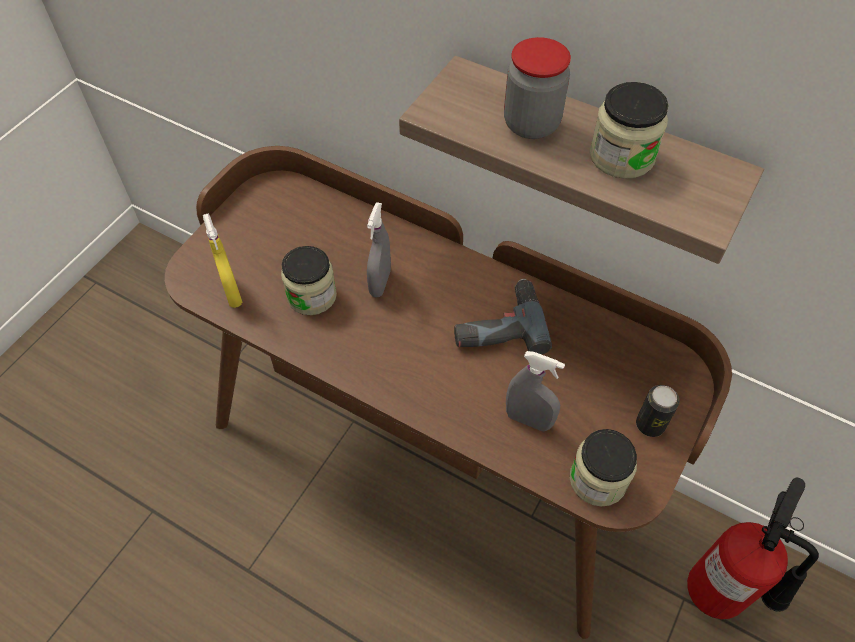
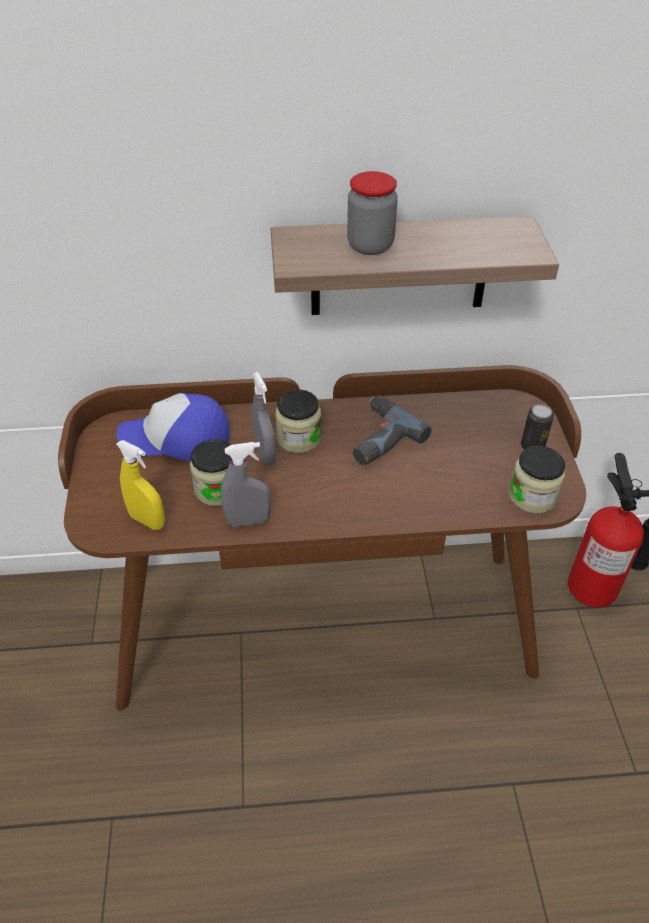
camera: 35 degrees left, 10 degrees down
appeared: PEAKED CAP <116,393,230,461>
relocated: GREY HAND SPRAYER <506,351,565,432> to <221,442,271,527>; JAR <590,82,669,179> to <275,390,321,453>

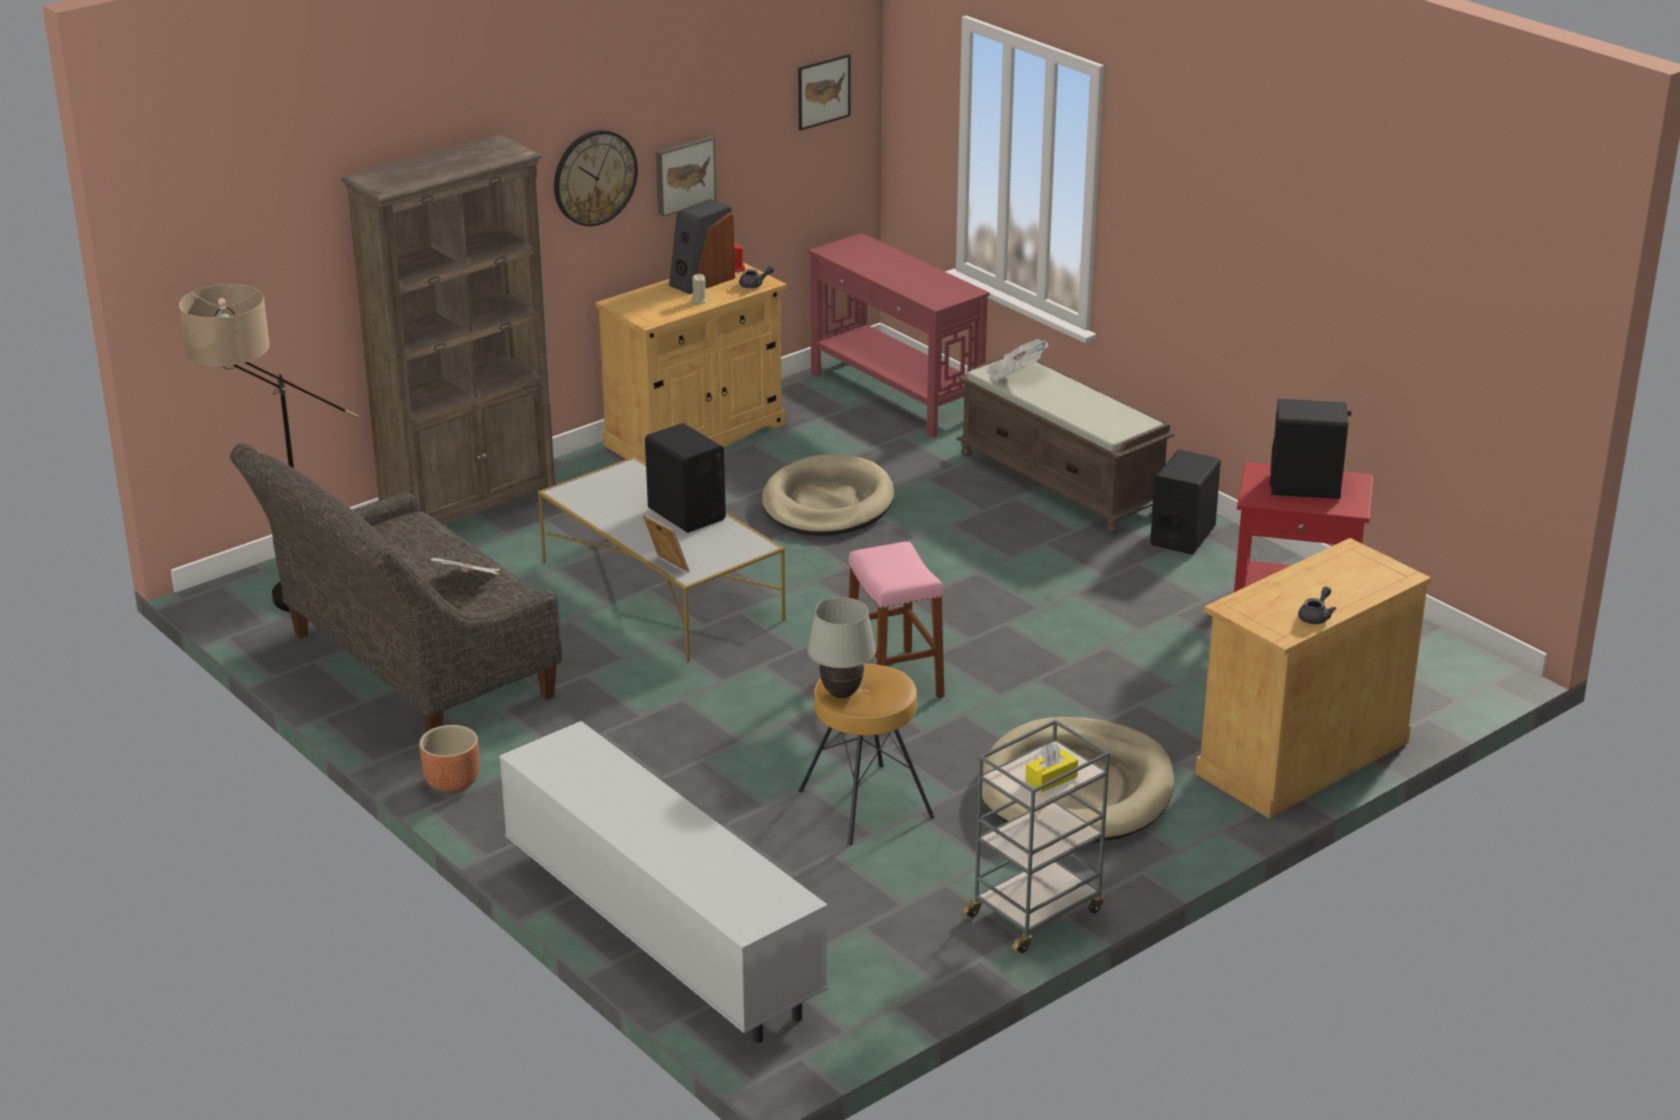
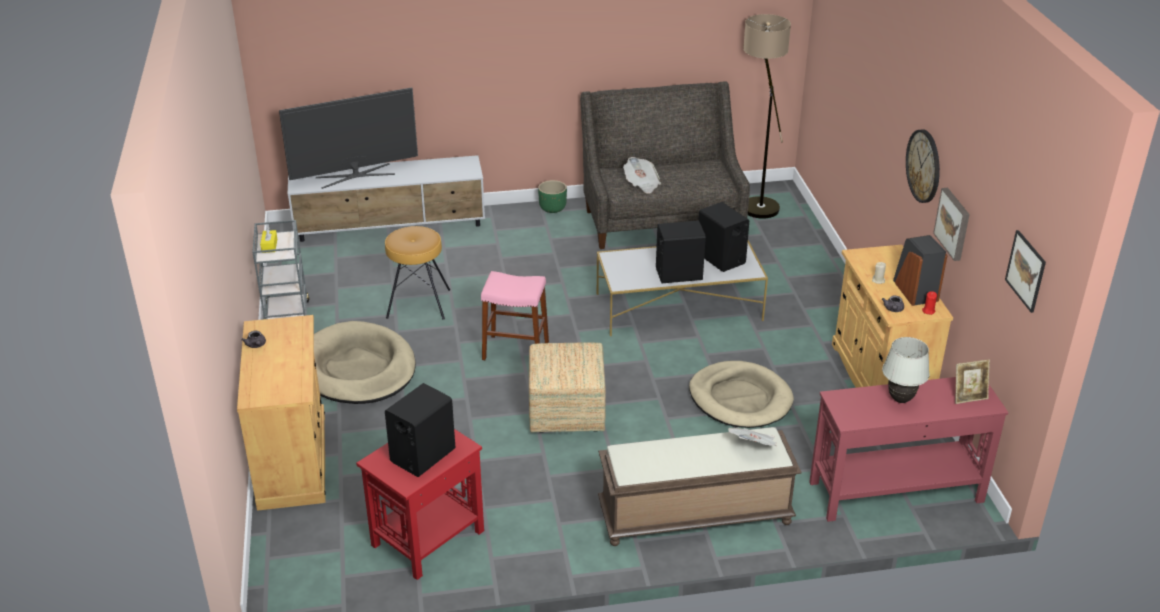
camera: 120 degrees right, 5 degrees up
missing: BROWN-COLOURED SHELVING UNIT <341,134,556,525>
appeared: TV <279,88,418,189>; POUFFE <529,343,606,433>
relocated: BLACK LOUDSPEAKER <1150,449,1221,555> to <698,202,749,272>; WHITISH TABLE LAMP <807,597,876,698> to <882,337,930,403>; STANDING FRAME <643,514,689,572> to <955,360,990,404>
colour: BROWN-COLOURED FLOWER POT <419,725,479,793> to GREENISH FLOWER POT <538,180,567,213>

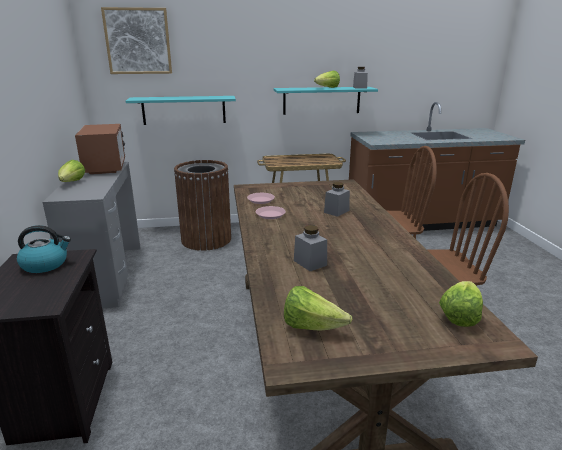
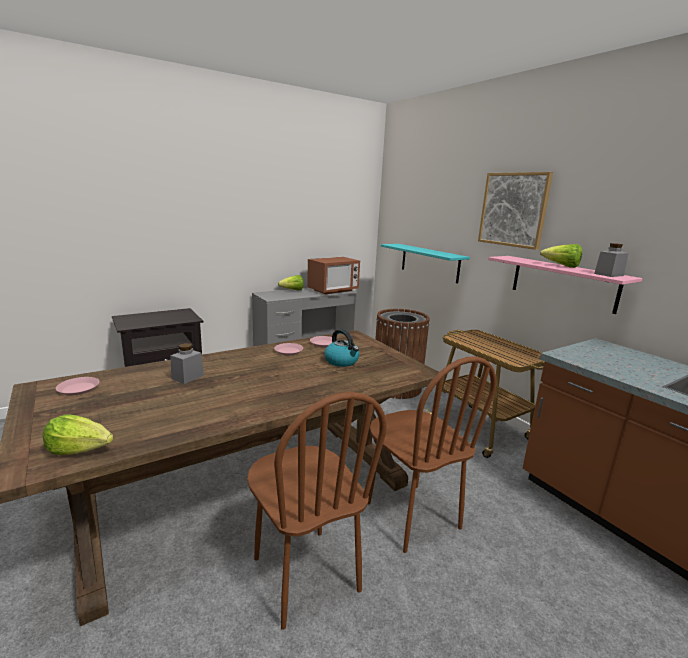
camera: 65 degrees right, 5 degrees down
missing: GREY JAR <324,182,350,217>
relocated: KETTLE <17,225,71,273> to <324,329,359,367>; WALL PICTURE <101,7,172,74> to <478,172,553,250>
exchanged: LETTUCE HEAD <284,286,352,331> to PINK DINNER PLATE <56,377,99,395>
colour: TURQUOISE WALL SHELF <274,87,378,115> to PINK WALL SHELF <488,256,642,314>

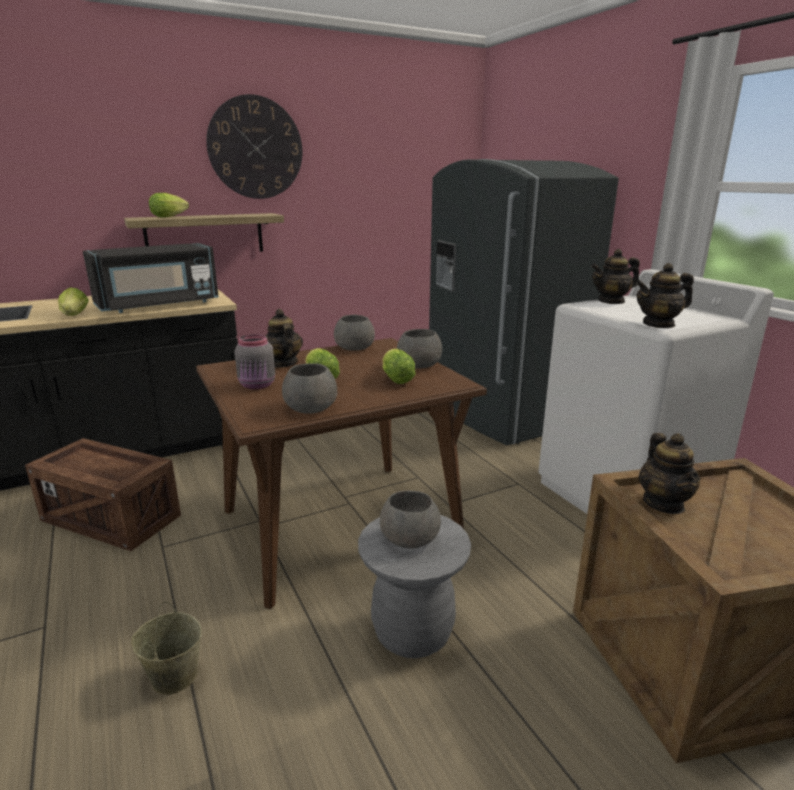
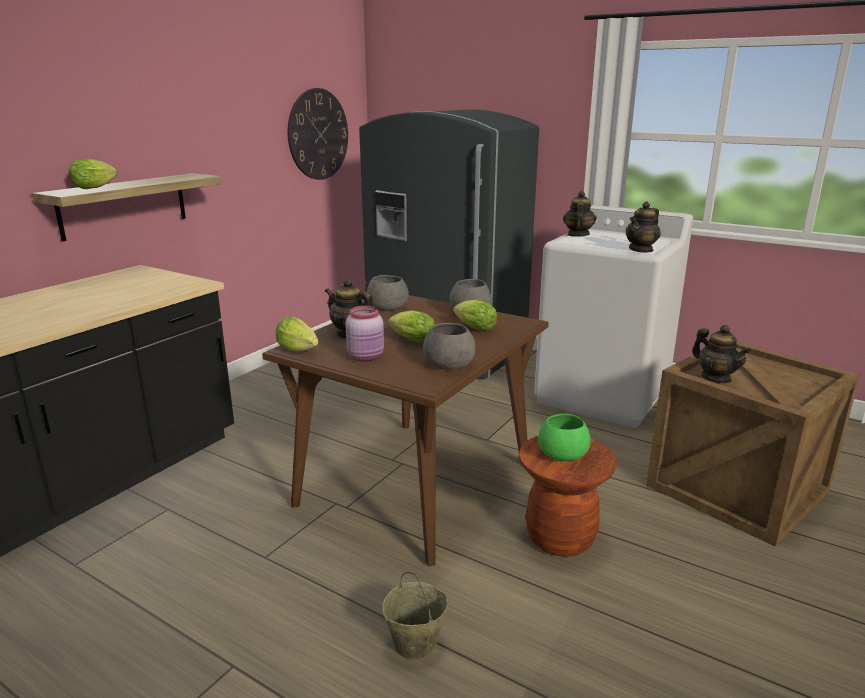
camera: 30 degrees left, 0 degrees up
missing: SHIPPING CRATE <25,438,181,551>; BLACK MICROWAVE <83,243,219,313>
relocated: LETTUCE HEAD <58,288,89,316> to <276,317,319,352>; HANGING CLOCK <206,94,302,199> to <288,88,348,180>
colour: GREY JAR <235,334,275,390> to PINK JAR <345,306,384,362>; GREY SITTING STOOL <358,515,471,658> to BROWN-COLOURED SITTING STOOL <519,436,617,557>; GREY BOWL <380,491,441,549> to GREENISH BOWL <538,414,591,462>
spun: TEAPOT <591,249,640,304> = <563,191,597,237> 150 degrees clockwise

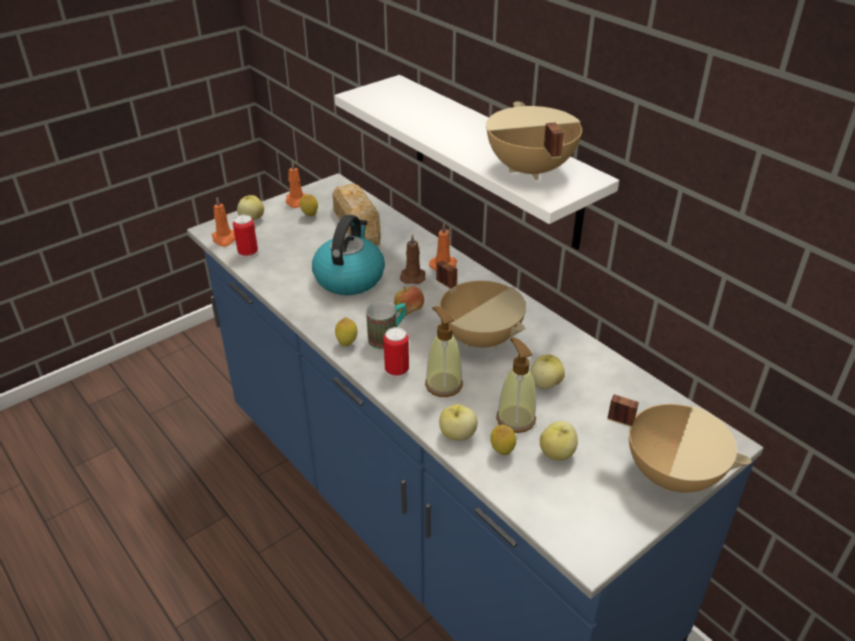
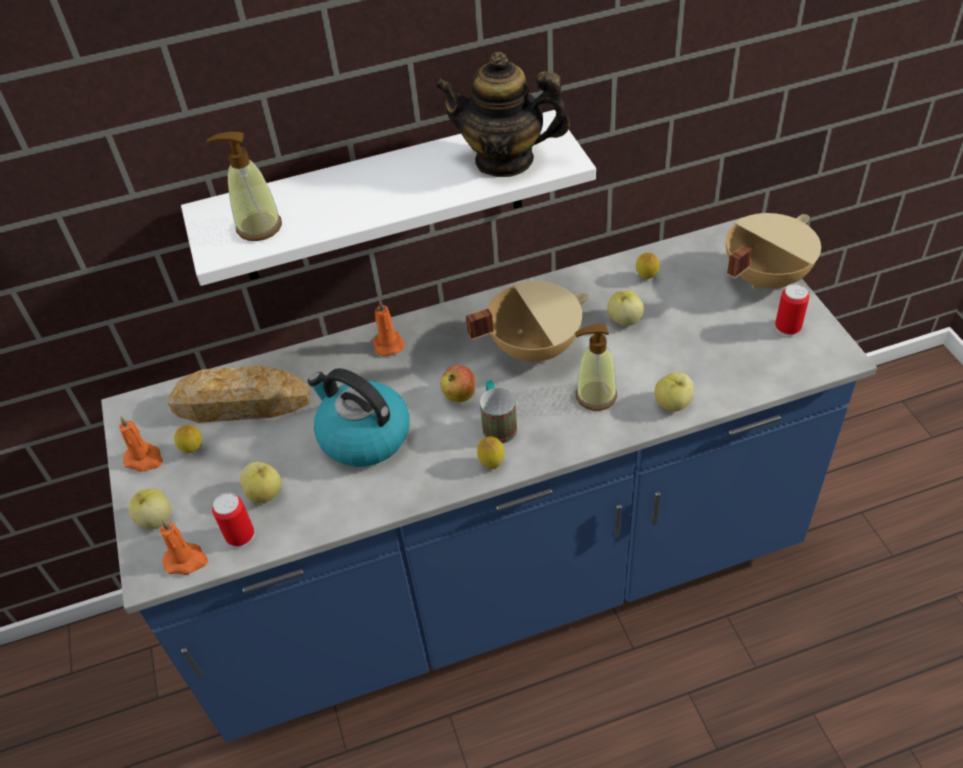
camera: 65 degrees left, 10 degrees up
missing: BROWN-COLOURED WAX CANDLE <400,234,426,284>
relocated: SOAP DISPENSER <496,338,536,433> to <206,132,282,241>; APPLE FRUIT <540,421,578,461> to <240,461,282,503>; WHOLE LEMON <490,425,517,455> to <636,253,660,279>; METAL CAN <384,327,409,378> to <775,283,809,337>
exchanged: BEIGE-COLOURED STOCKPOT <486,101,582,180> to TEAPOT <435,52,570,177>

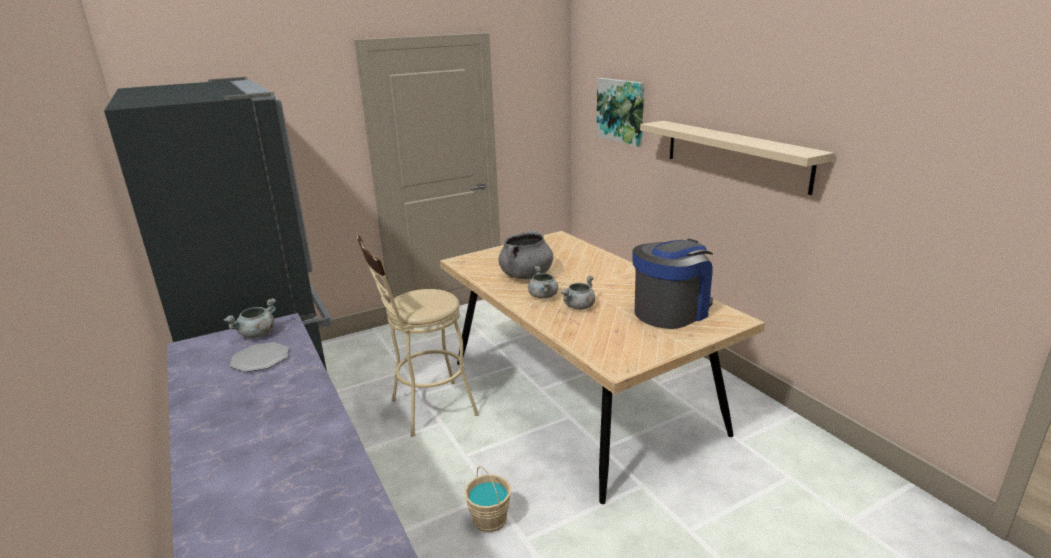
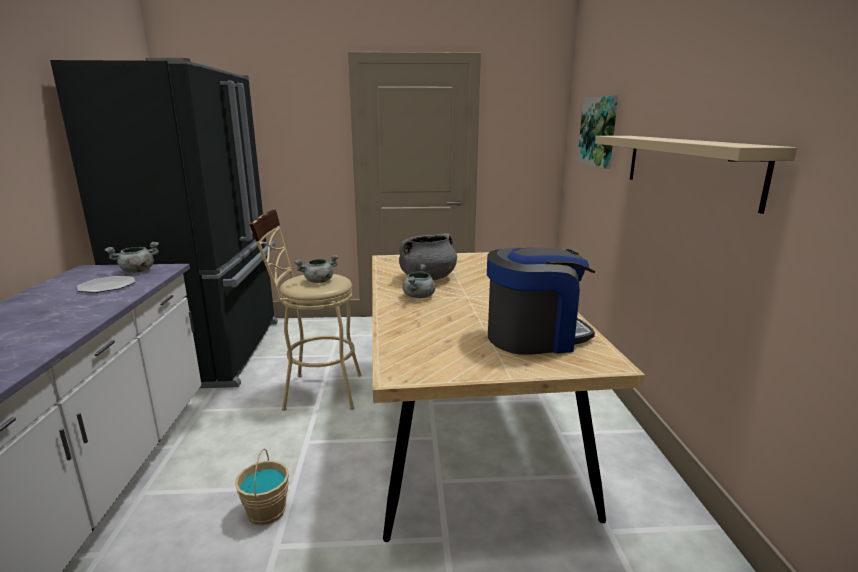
camera: 25 degrees right, 5 degrees down
relocated: GREY STOCKPOT <561,276,595,310> to <294,255,338,283>

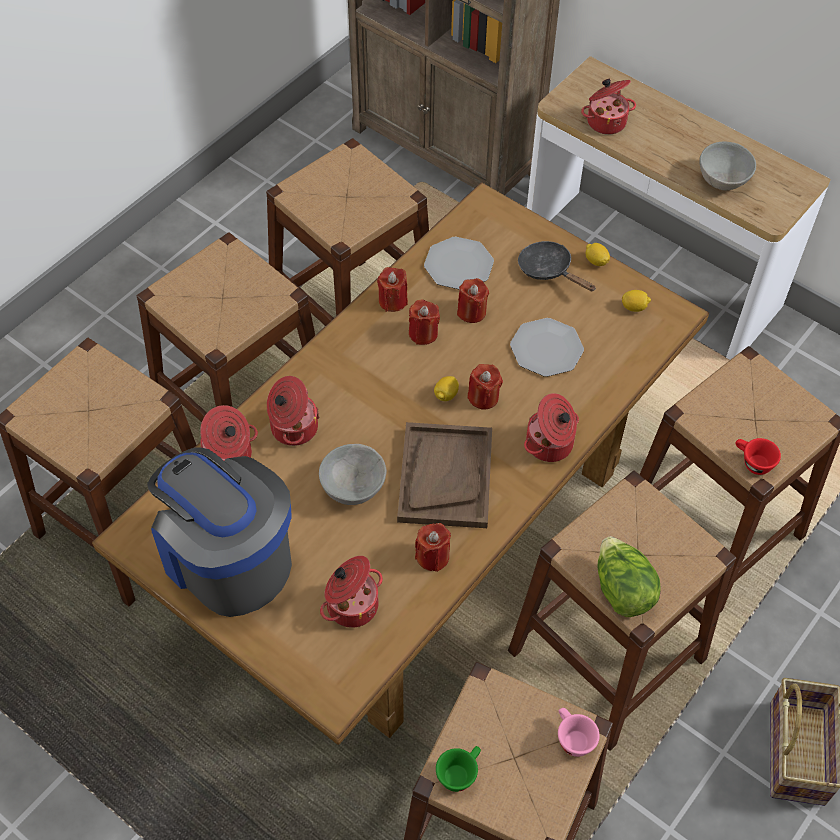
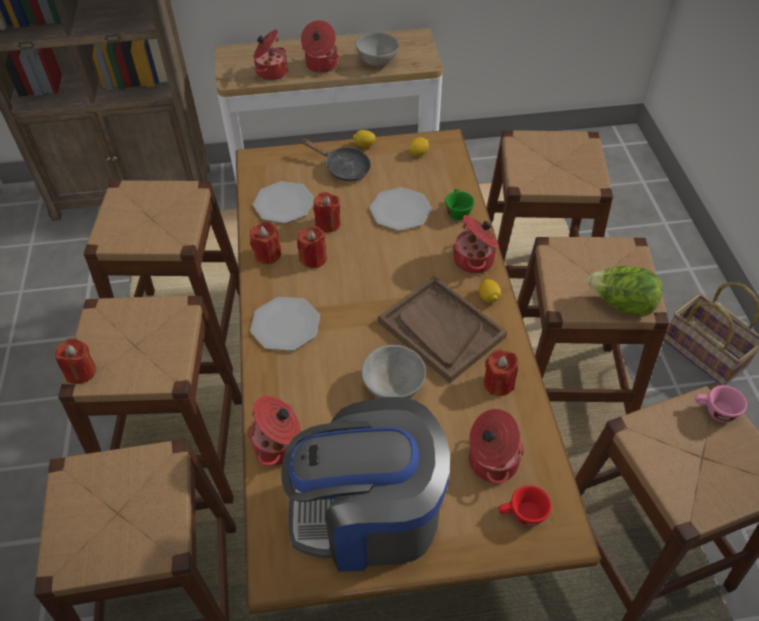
camera: 45 degrees left, 5 degrees down
appeared: DINNER PLATE <250,297,320,351>
relocated: REDDISH WAX CANDLE <467,364,503,410> to <55,338,96,384>; STOCKPOT <267,376,319,446> to <301,20,340,73>; GREENISH SMALL CUP <436,746,481,792> to <445,189,474,220>; WHOLE LEMON <434,376,459,401> to <479,279,501,303>; REDDISH SMALL CUP <735,438,781,475> to <498,485,552,526>
spun: BLACK FRYING PAN <518,241,596,292> = <301,139,371,181> 150 degrees counterclockwise

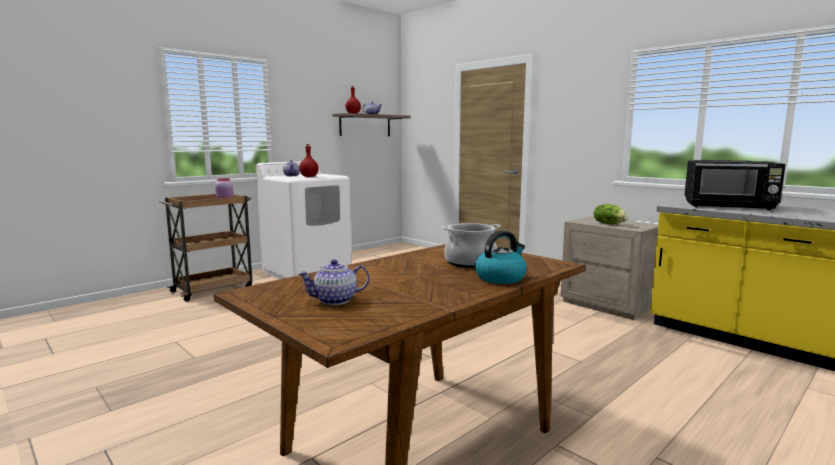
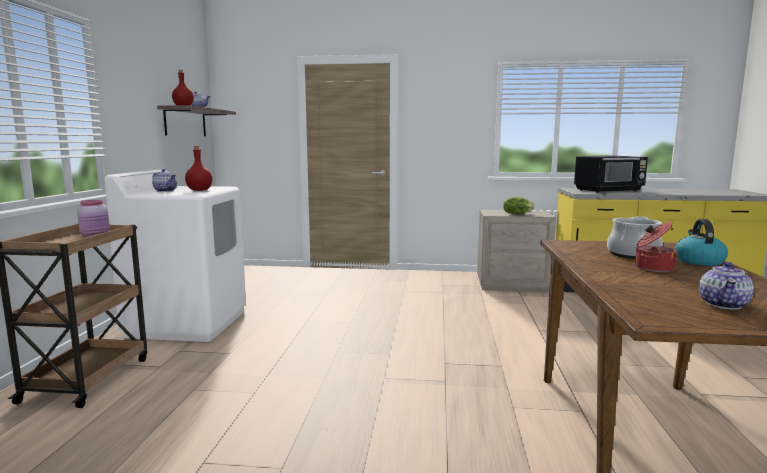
camera: 40 degrees left, 0 degrees up
appeared: STOCKPOT <635,222,678,272>

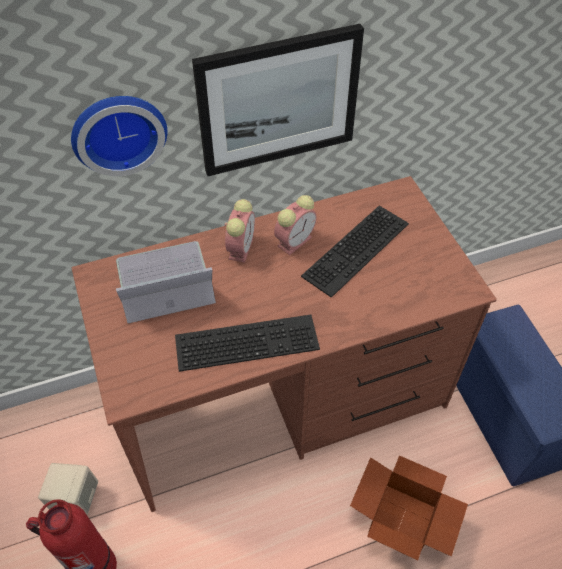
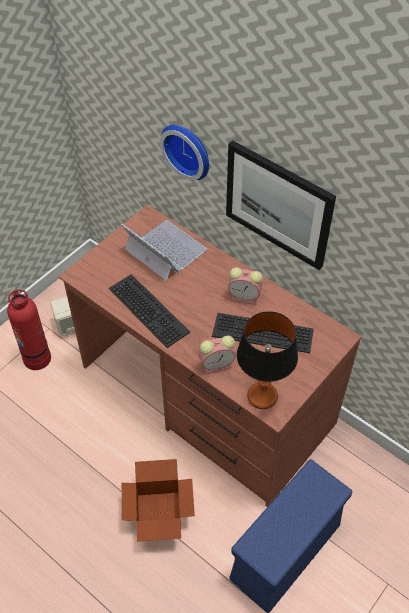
camera: 60 degrees right, 0 degrees up
appeared: TABLE LAMP <237,311,298,409>
relocated: ALARM CLOCK <225,199,255,263> to <198,336,236,374>

